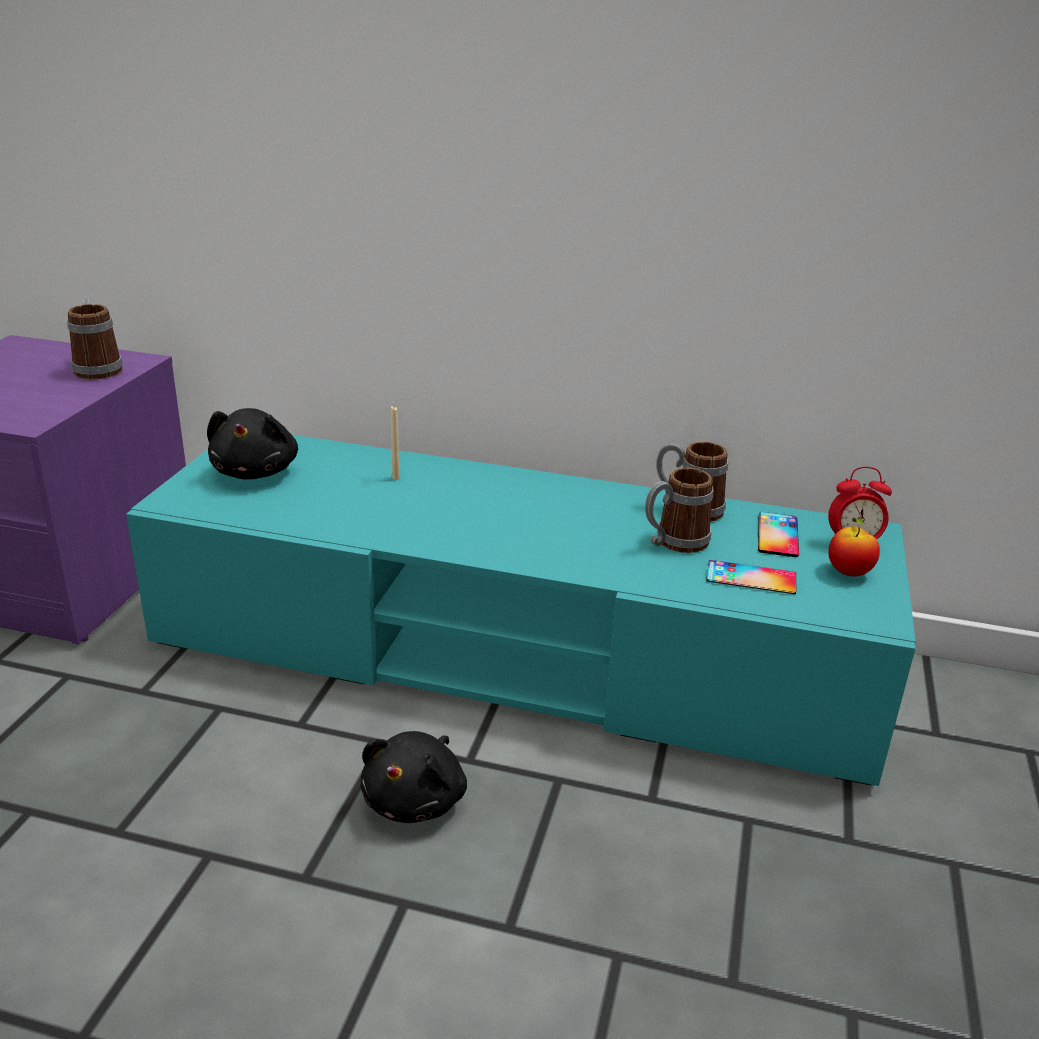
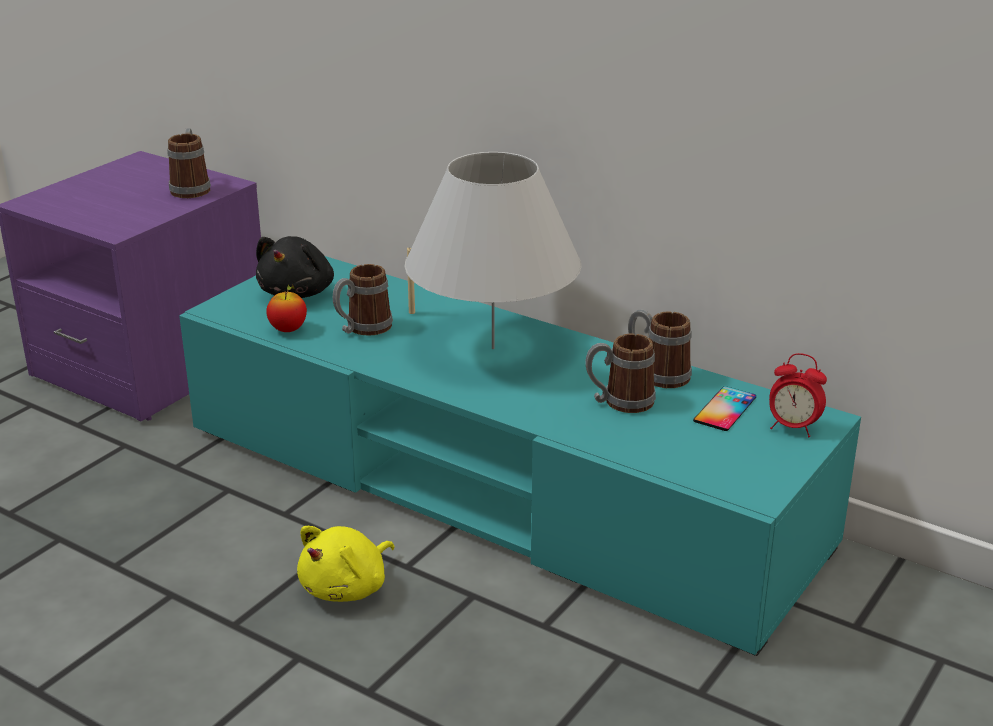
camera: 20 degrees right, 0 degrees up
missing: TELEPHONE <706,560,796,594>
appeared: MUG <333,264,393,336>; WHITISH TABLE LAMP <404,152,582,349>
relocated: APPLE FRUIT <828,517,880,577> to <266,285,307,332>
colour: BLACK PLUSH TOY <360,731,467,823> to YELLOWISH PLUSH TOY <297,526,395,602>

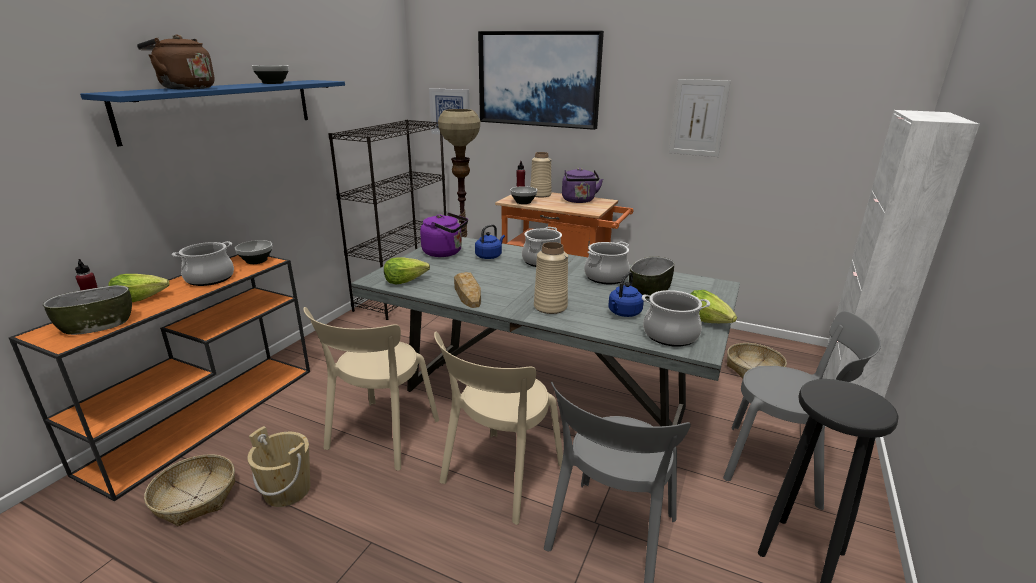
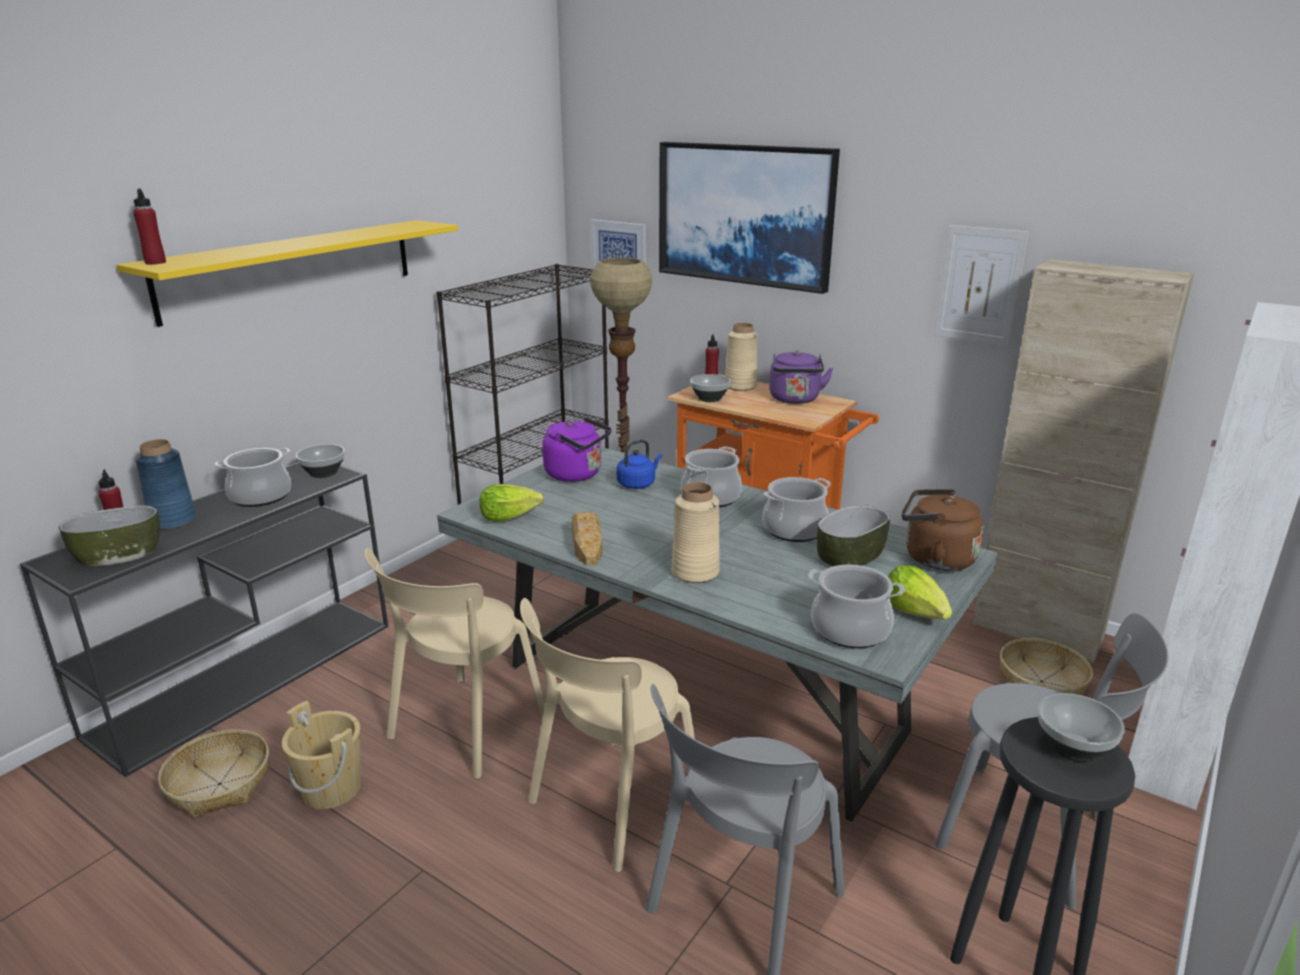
camera: 10 degrees right, 0 degrees up
missing: BLUE-COLOURED KETTLE <609,272,644,317>
appeared: REDDISH BEVERAGE BOTTLE <133,188,166,265>; BEIGE-COLOURED CABINET <972,259,1194,663>
relocated: BROWN-COLOURED KETTLE <137,35,215,89> to <902,489,984,571>; BOWL <252,65,289,84> to <1038,693,1125,762>
exchanged: LETTUCE HEAD <108,274,170,302> to BLUE-COLOURED FLOWER VASE <135,439,196,530>
colour: ORANGEY HALL TABLE <9,254,310,501> to BLACK HALL TABLE <20,462,388,777>; BLUE-COLOURED WALL SHELF <80,80,345,146> to YELLOWISH WALL SHELF <117,220,458,327>

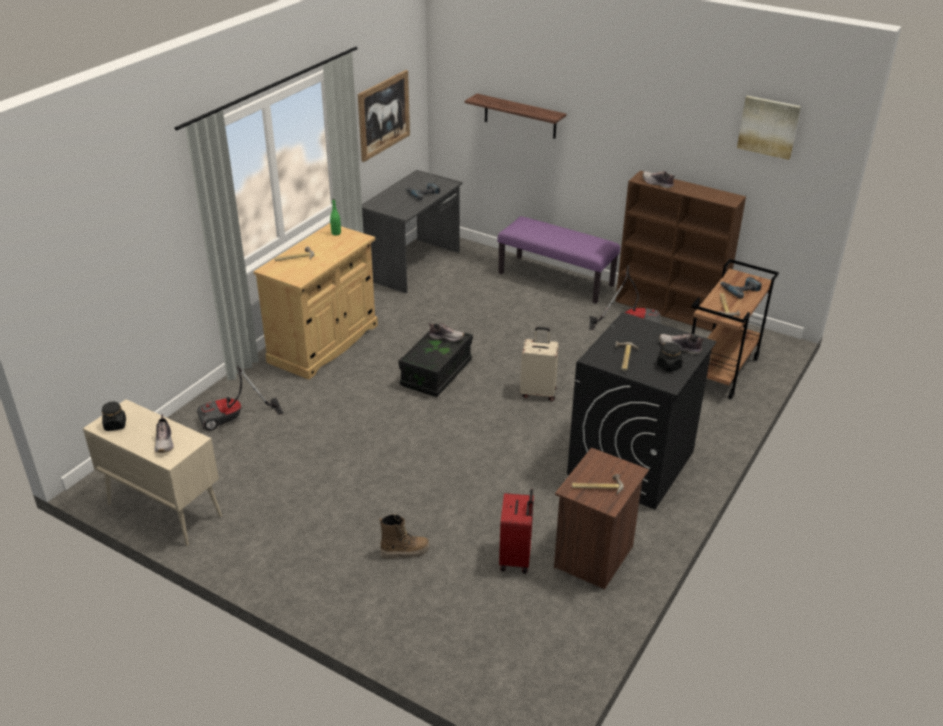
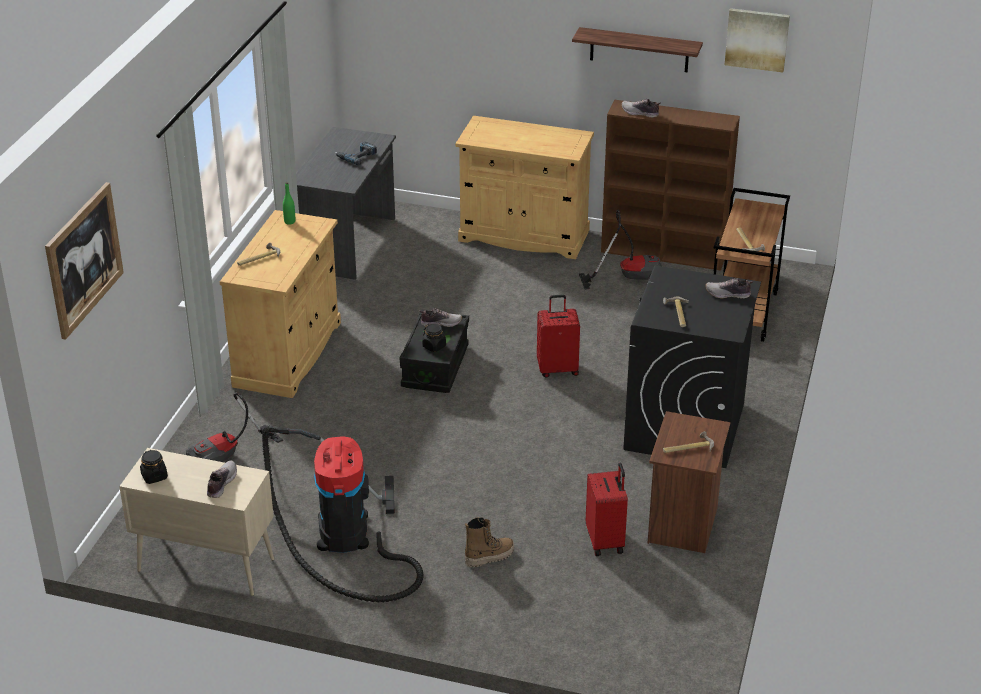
camera: 15 degrees left, 0 degrees up
missing: DRILL <720,277,762,299>
appeared: VACUUM CLEANER <262,425,423,602>
relocated: WALL PICTURE <358,70,410,162> to <45,182,124,340>; BLACK JAR <657,342,683,372> to <422,324,446,352>; WALL SHELF <465,94,567,139> to <572,27,703,72>
exchanged: PURPLE-COLOURED LONG SEAT <497,216,620,304> to BEIGE-COLOURED CABINET <455,116,594,259>
colour: BEIGE-COLOURED SUITCASE <520,327,559,401> to REDDISH SUITCASE <537,295,580,378>
spun: ITEM OF FOOTWEAR <155,414,174,453> = <207,461,237,498> 135 degrees counterclockwise

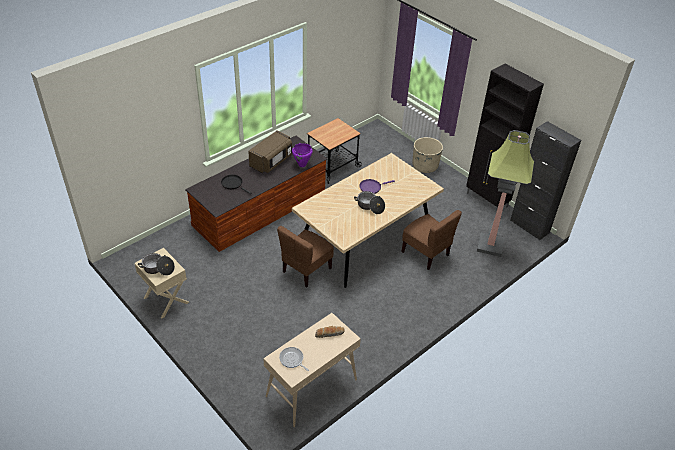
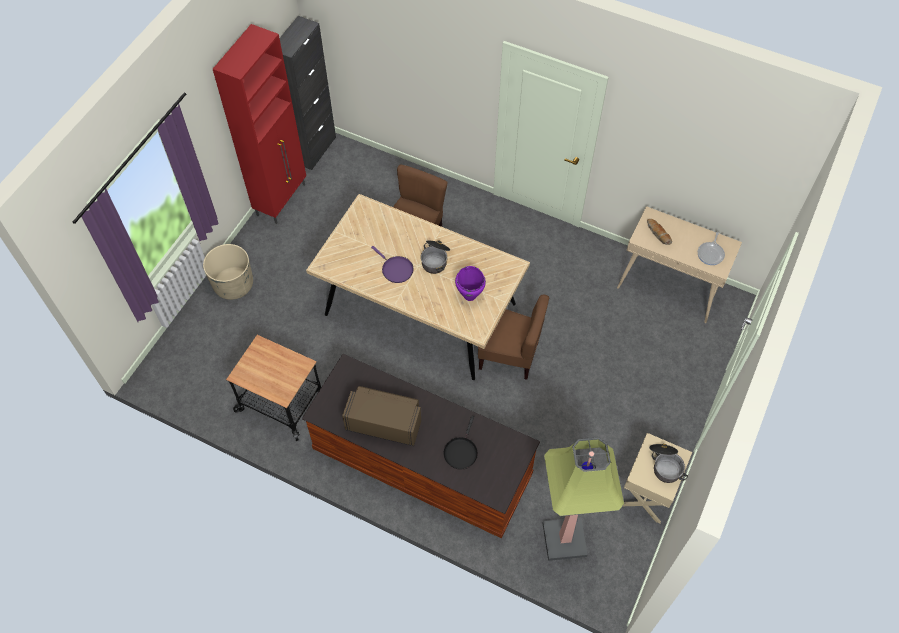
camera: 110 degrees left, 15 degrees up
relocated: PURPLE-COLOURED STOCKPOT <292,143,313,167> to <455,266,486,301>; STANDING LAMP <477,130,534,257> to <543,437,624,561>
colour: BLACK CABINET <466,64,544,207> to REDDISH CABINET <213,24,306,224>

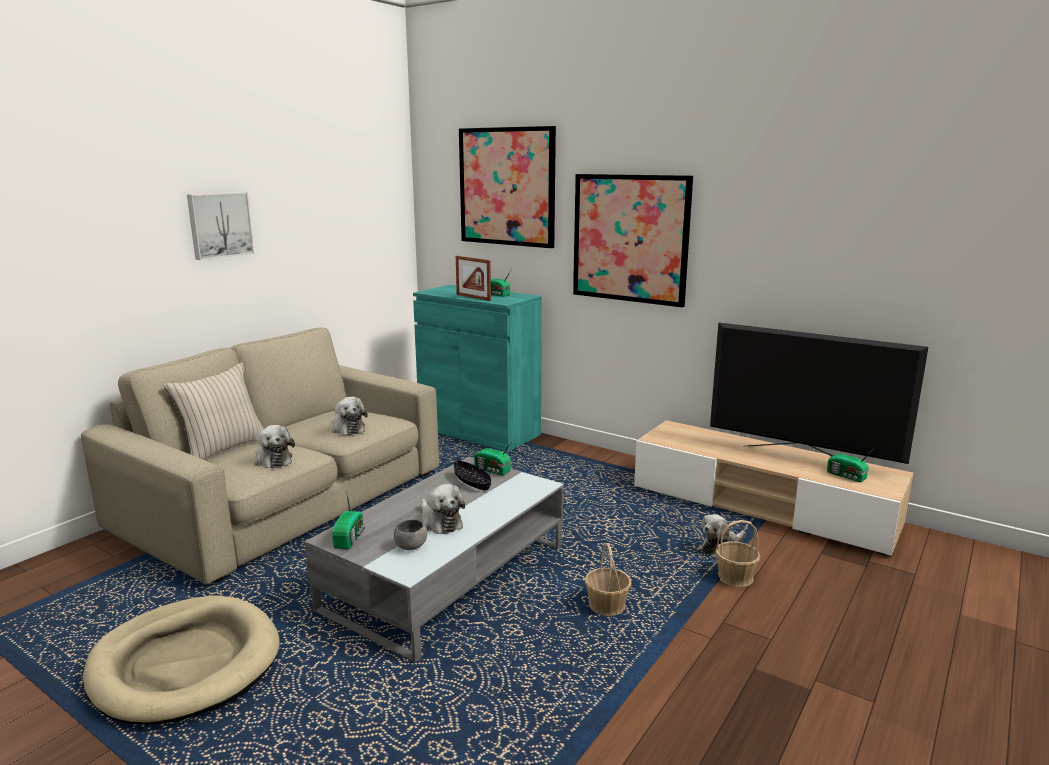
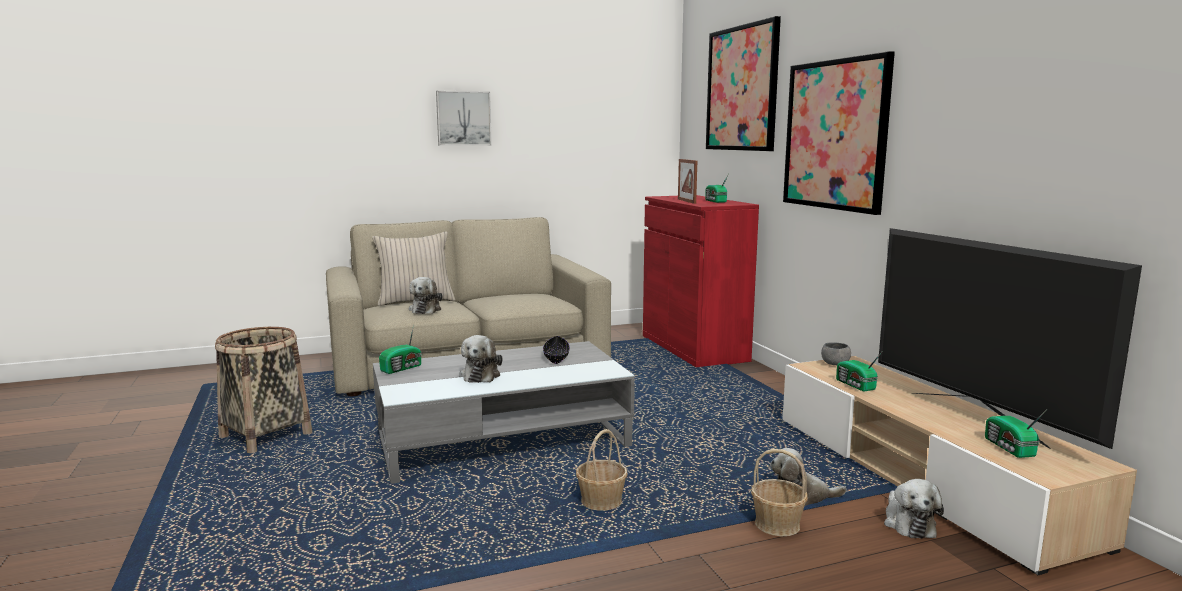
camera: 35 degrees right, 5 degrees down
relocated: GREY BOWL <394,520,428,550> to <821,342,851,365>; RADIO <474,439,513,475> to <836,352,882,392>; PLUSH TOY <332,397,368,435> to <884,479,944,539>
exchanged: BEIGE-COLOURED PET BED <83,595,280,725> to BASKET <215,327,313,453>
colour: TURQUOISE CABINET <413,285,542,452> to REDDISH CABINET <643,195,759,367>

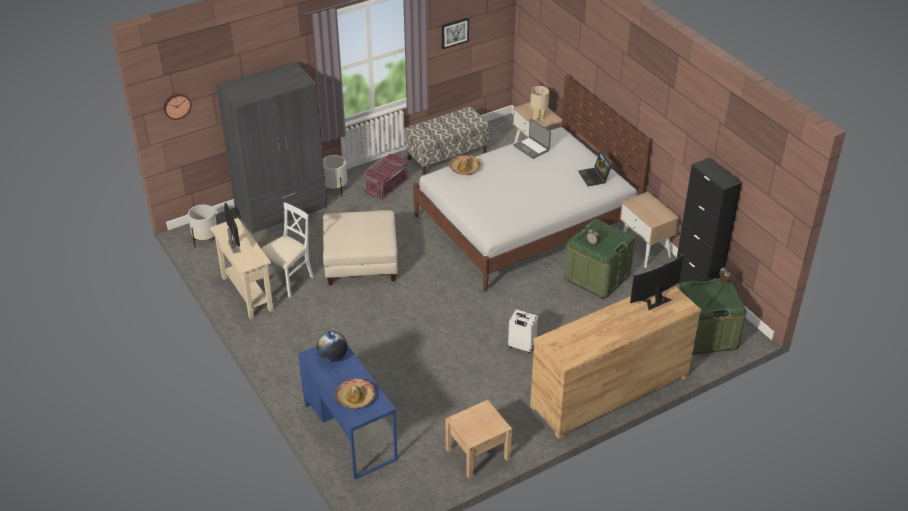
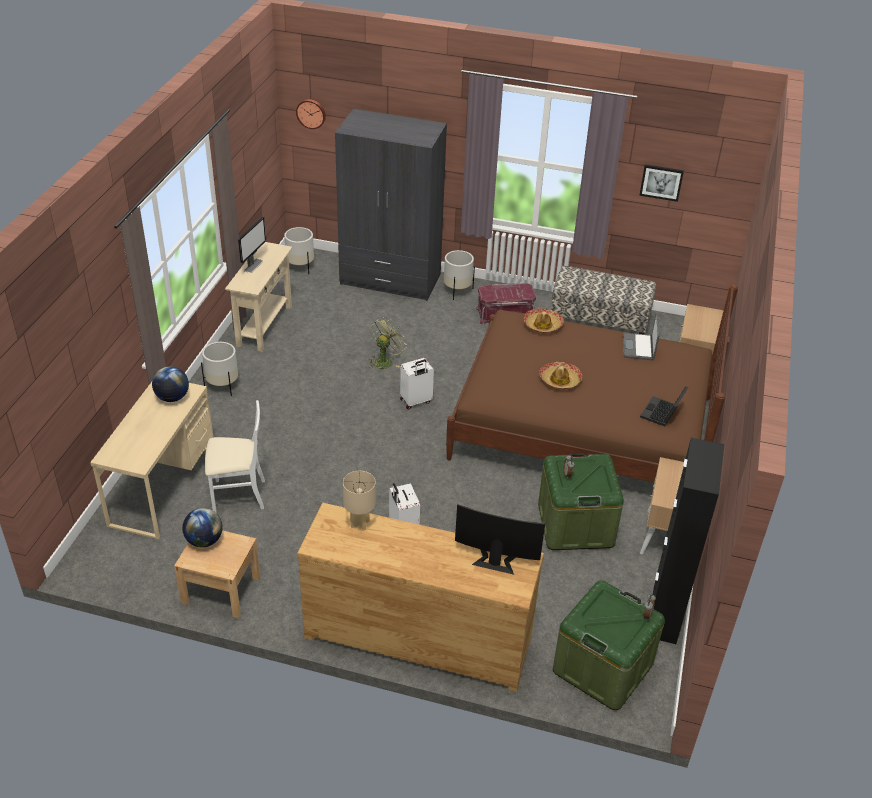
camera: 45 degrees right, 0 degrees up
appeared: WORLD GLOBE <182,508,222,547>; WHITISH FLOWER POT <201,342,238,396>; WHITISH SUITCASE <400,358,434,409>
relocated: WHITISH UPRIGHT CHAIR <261,202,314,297> to <205,400,265,513>; BEIGE-COLOURED TABLE LAMP <530,86,549,123> to <343,471,376,531>; WEARABLE HAT <335,379,375,409> to <539,362,582,390>
exchanged: BEIGE-COLOURED POUFFE <323,210,398,285> to GREENISH ELECTRIC FAN <368,317,406,369>
colour: BLUE-COLOURED DESK <298,344,398,479> to BEIGE-COLOURED DESK <90,382,213,539>; WHITISH BED <413,74,652,292> to BROWN-COLOURED BED <446,284,738,482>

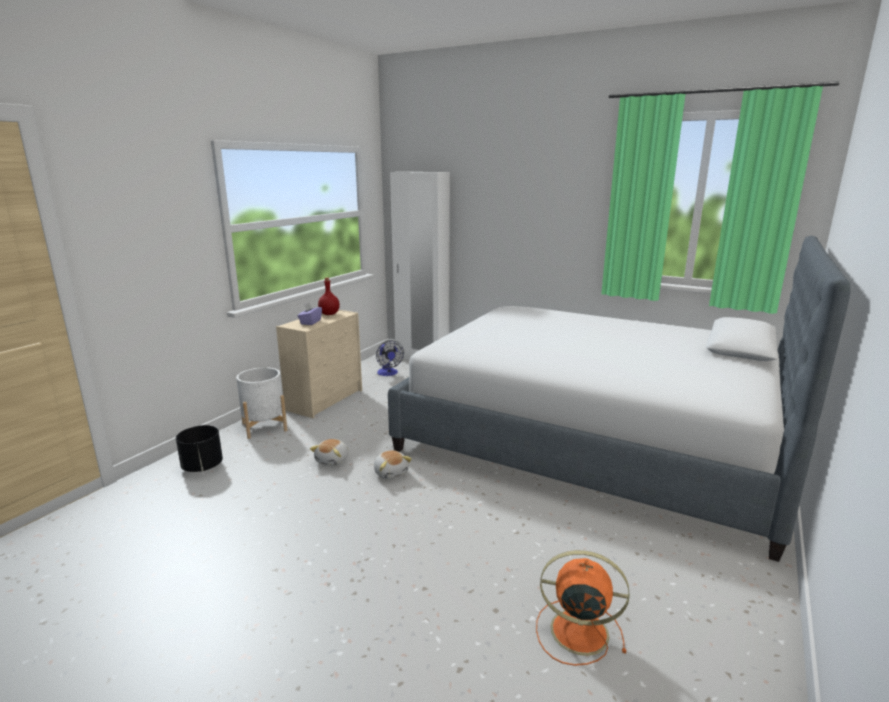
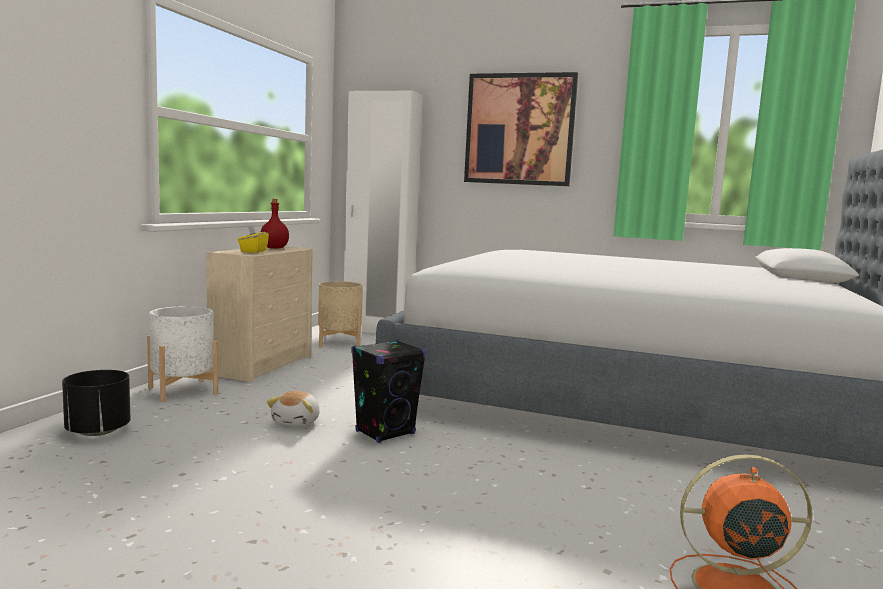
camera: 10 degrees left, 10 degrees down
appeared: WALL PICTURE <464,72,578,186>
exchanged: ELECTRIC FAN <376,340,404,376> to BEIGE-COLOURED FLOWER POT <318,281,363,347>; PLUSH TOY <374,450,412,479> to BLACK LOUDSPEAKER <351,340,426,443>
colour: PURPLE-COLOURED TISSUE BOX <298,302,322,325> to YELLOWISH TISSUE BOX <238,225,269,253>

